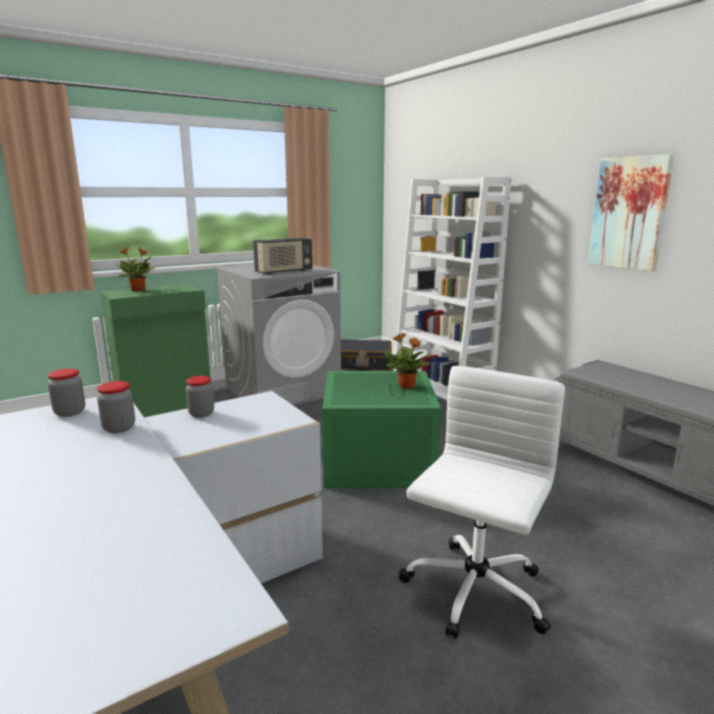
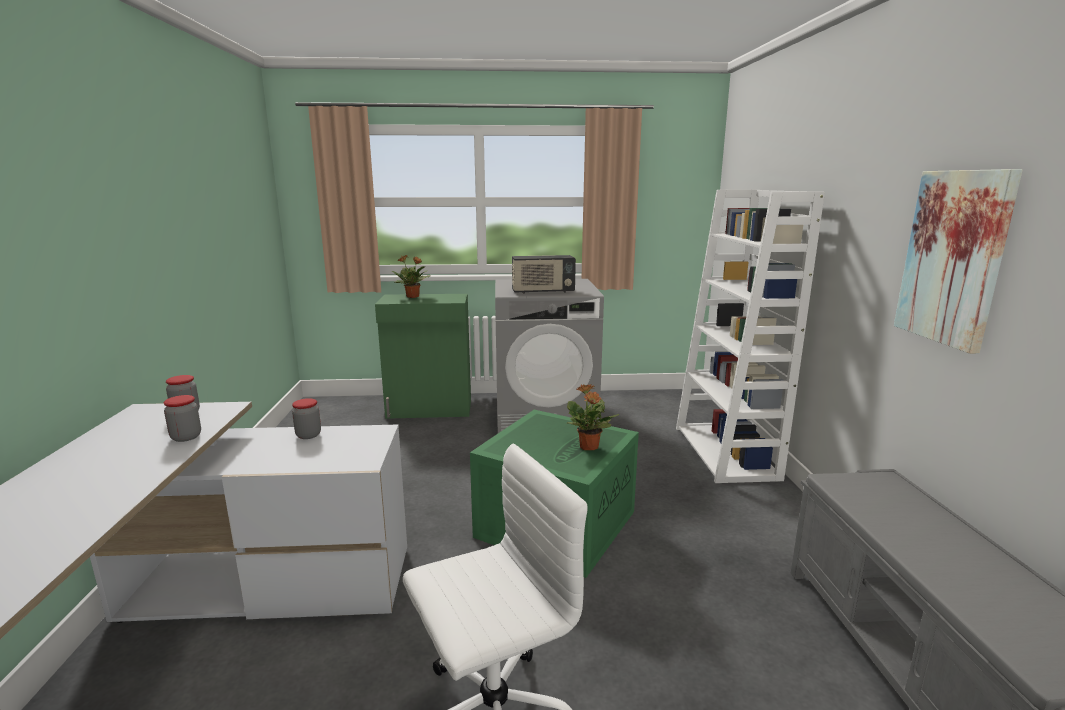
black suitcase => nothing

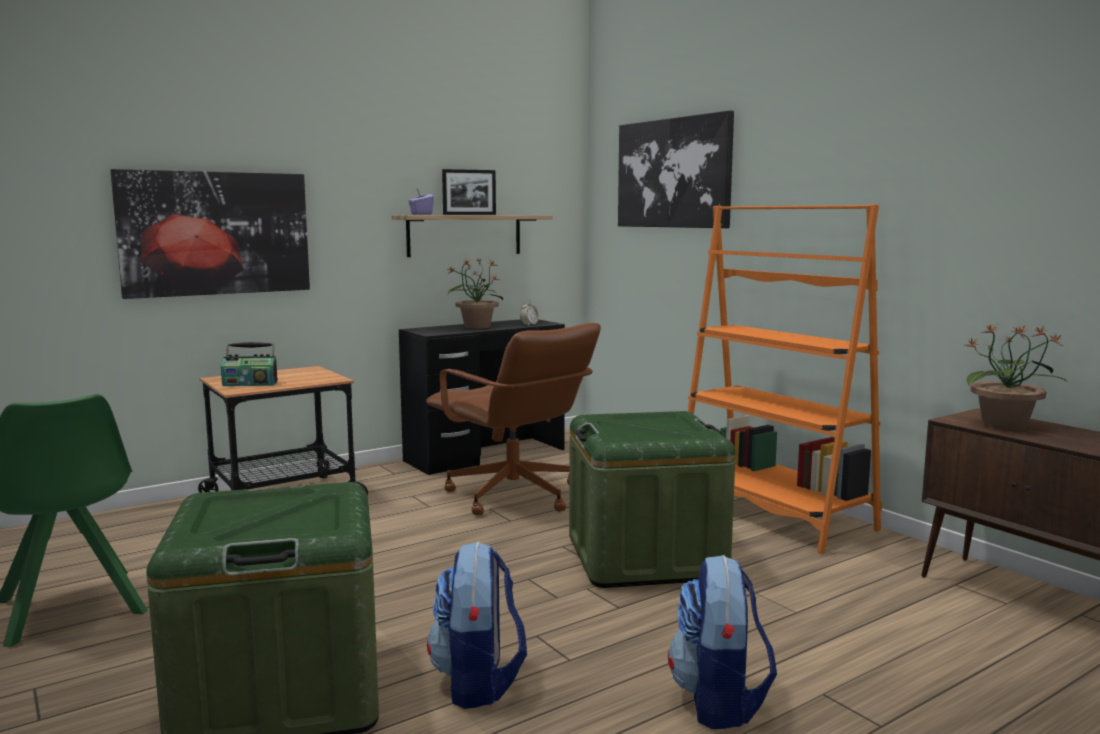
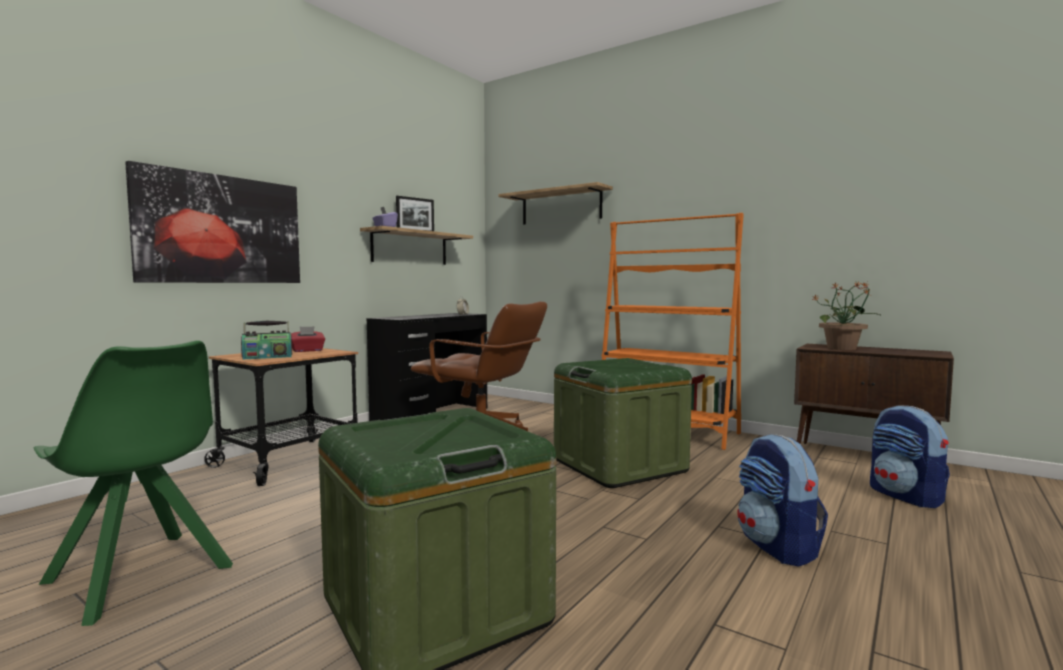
picture (no. 2 from left) => shelf (no. 2 from left)
potted plant (no. 1 from left) => nothing
rucksack (no. 1 from left in the first image) => rucksack (no. 2 from left), relocated
nothing => reddish box of tissues

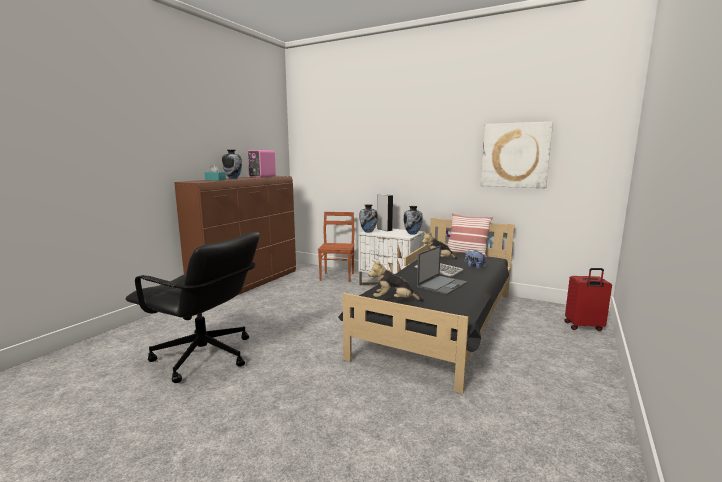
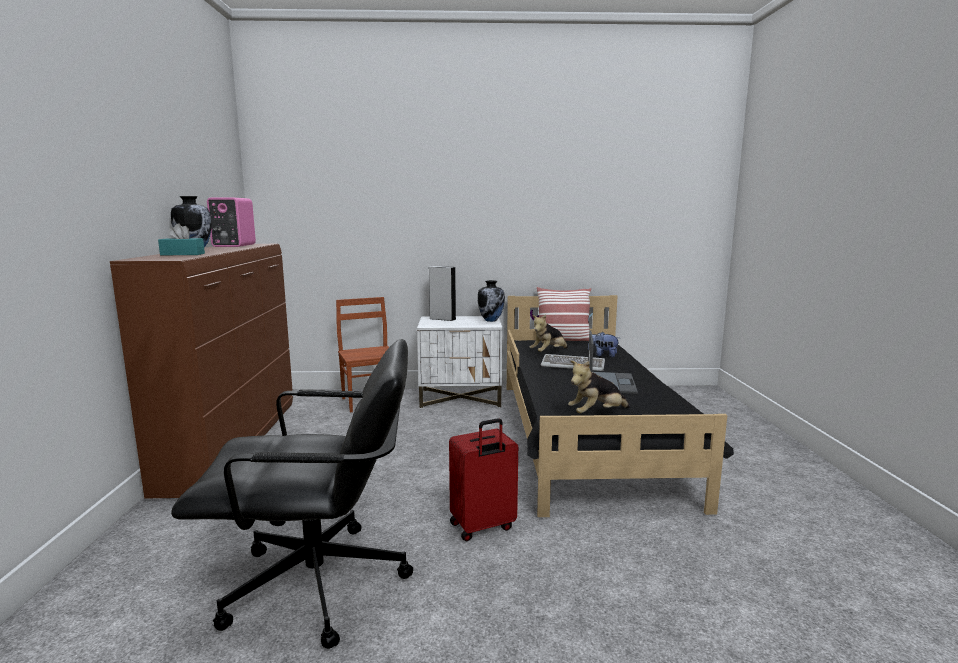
picture => nothing
decorative vase (no. 2 from left) => nothing
reddish suitcase, relocated

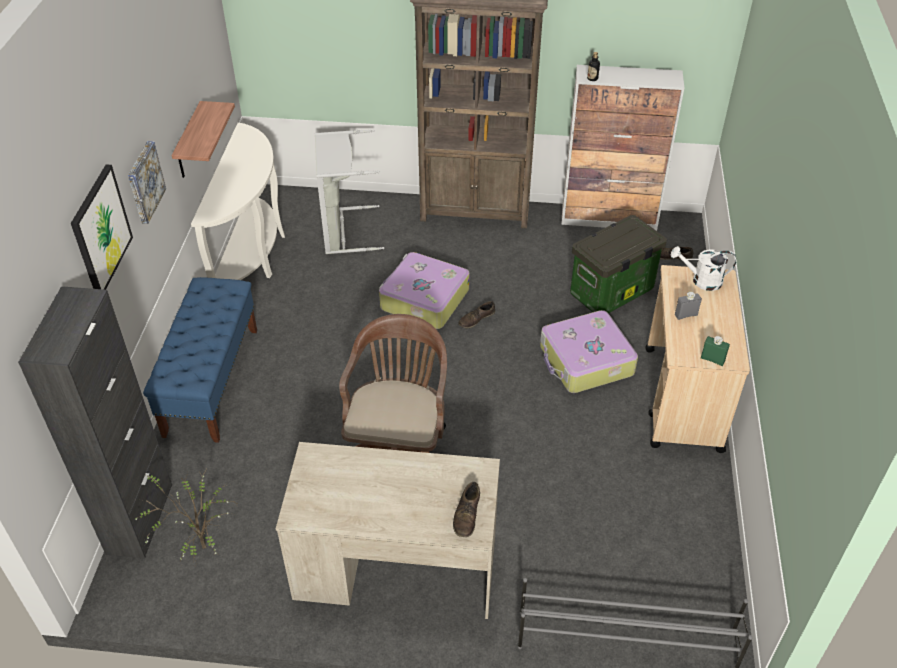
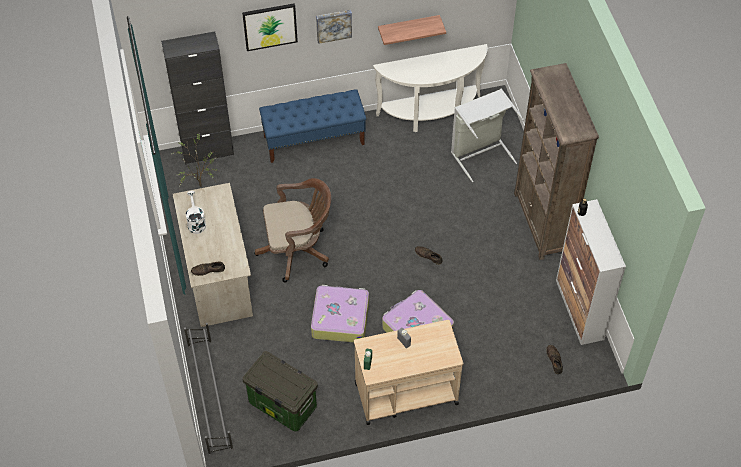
storage container, relocated
white sprinkling can, relocated
suitcase (no. 1 from left), relocated

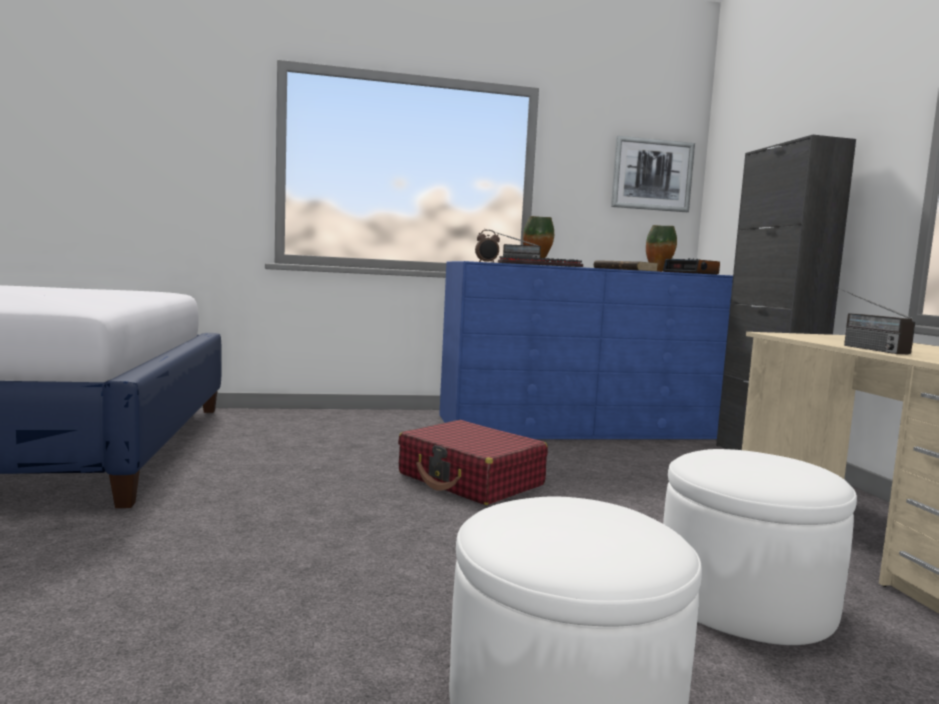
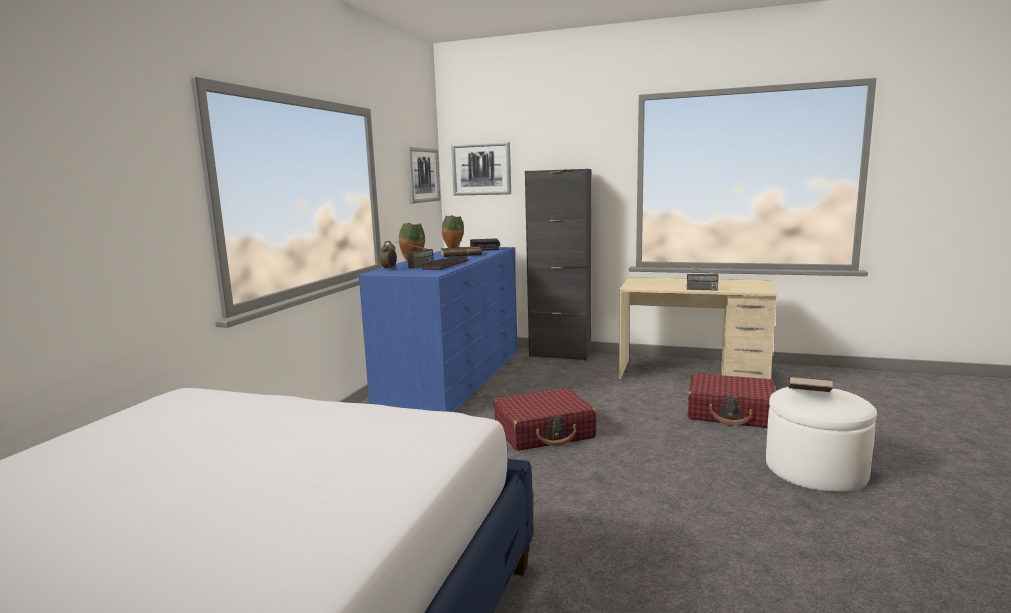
white ottoman (no. 2 from left) => reddish suitcase (no. 2 from left)
nothing => picture (no. 2 from left)
nothing => brown-coloured bound book (no. 2 from left)

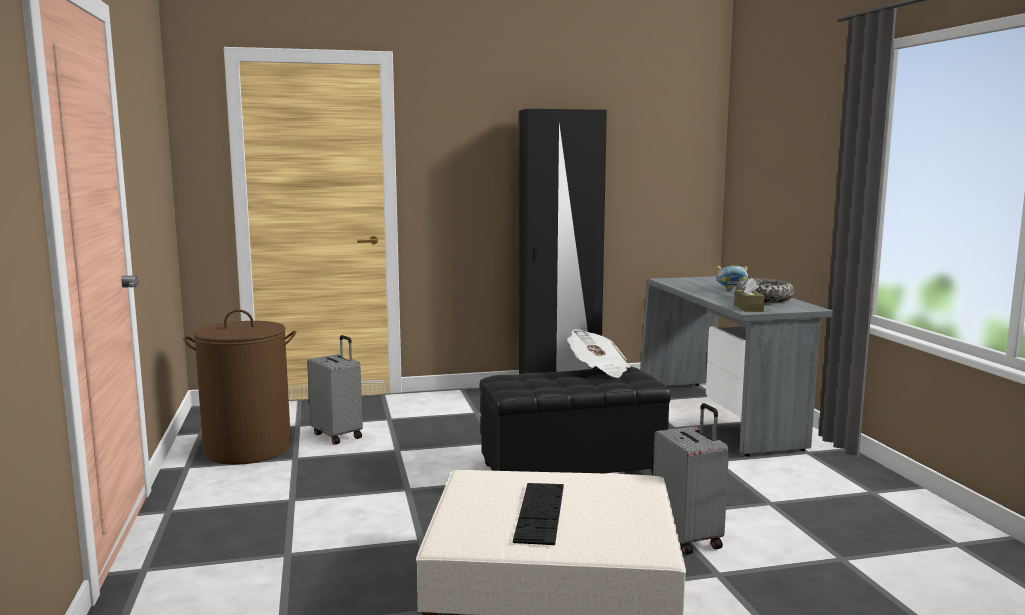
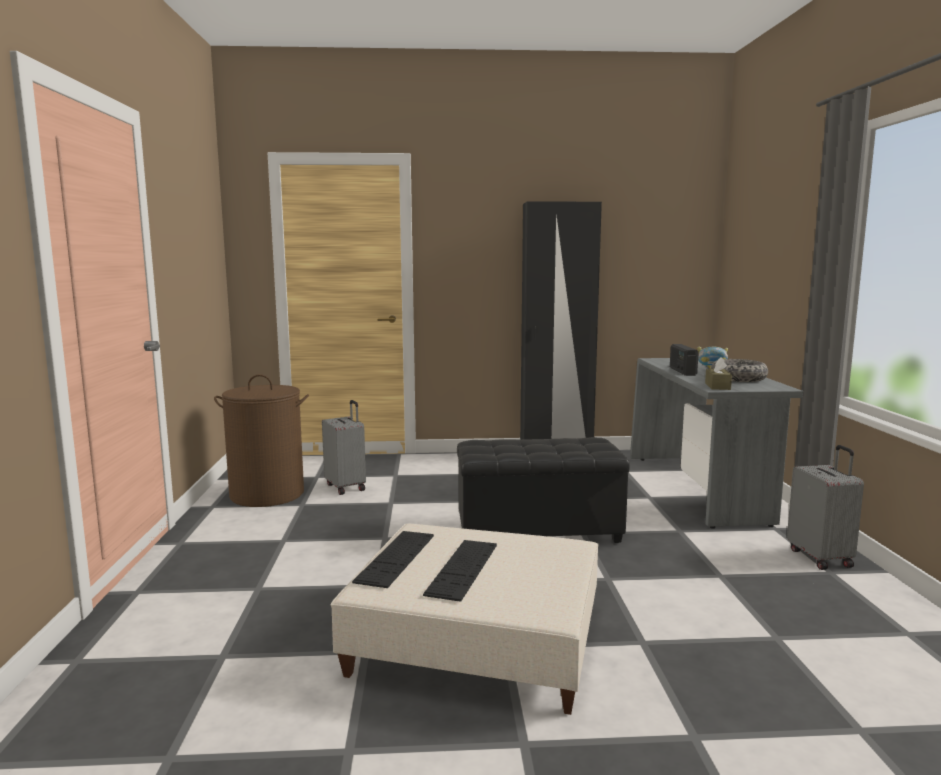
newspaper => nothing
gray suitcase (no. 2 from left), relocated
nothing => radio receiver
nothing => computer keyboard (no. 1 from left)

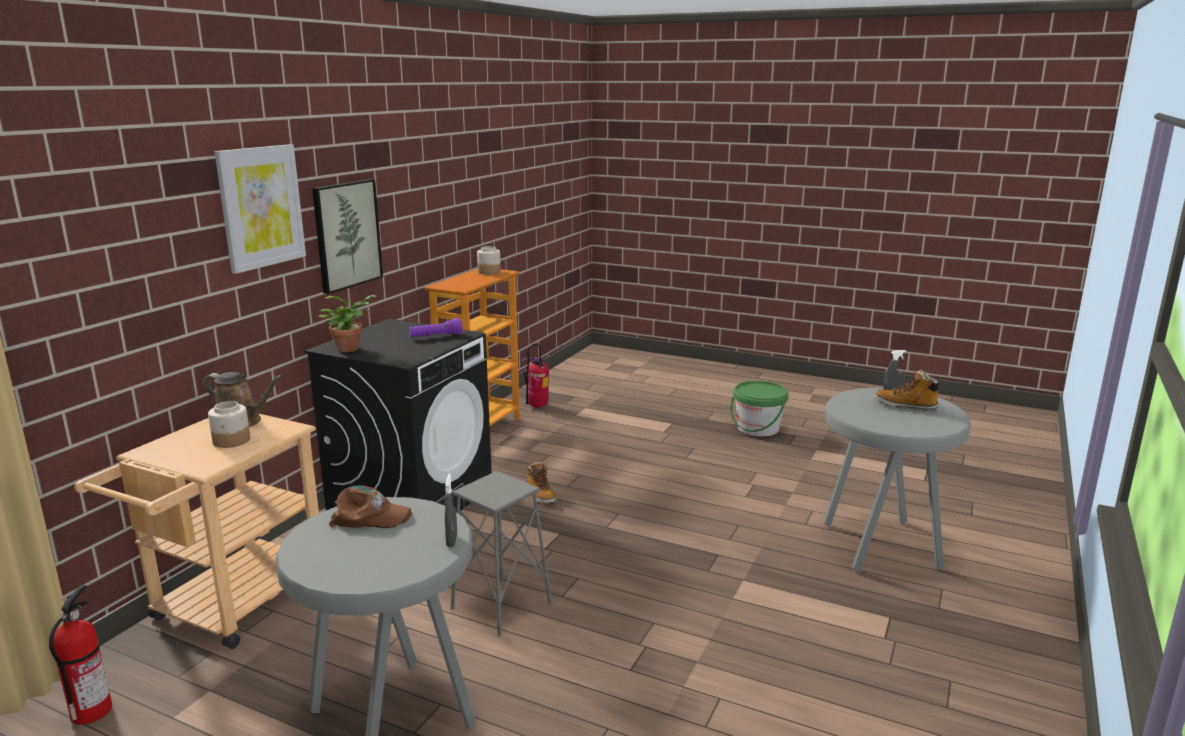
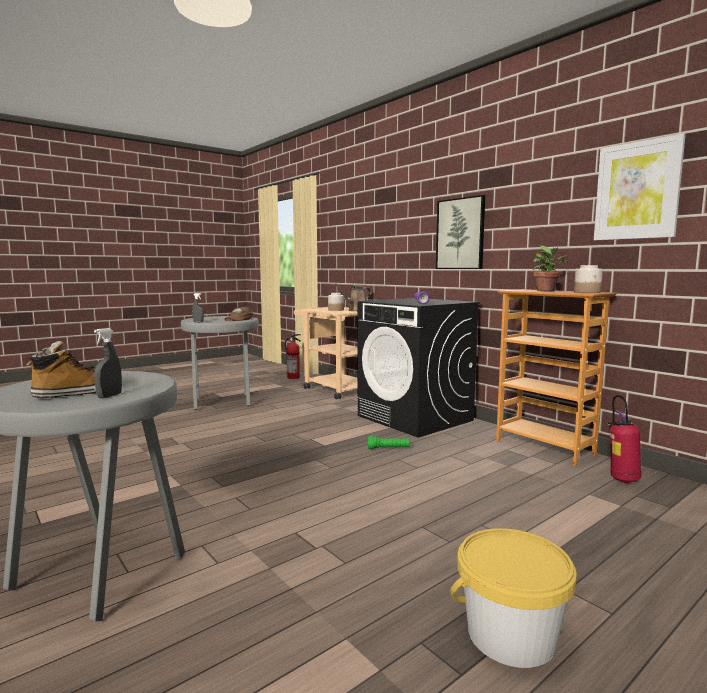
picture (no. 1 from left in the first image) => picture (no. 2 from left), relocated
potted plant, relocated
green-coloured pail => yellow pail
boot (no. 1 from left) => green-coloured hand torch
gray sitting stool (no. 2 from left) => nothing

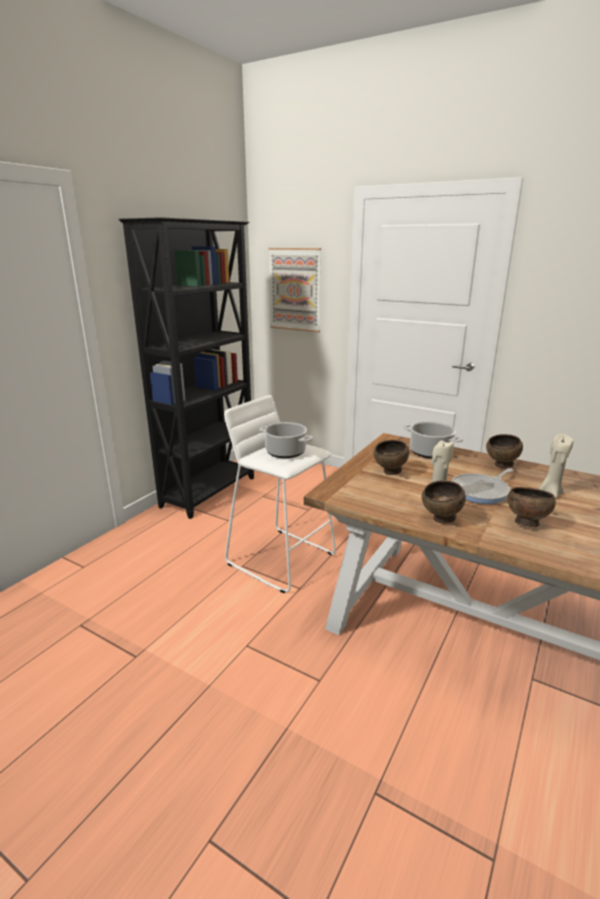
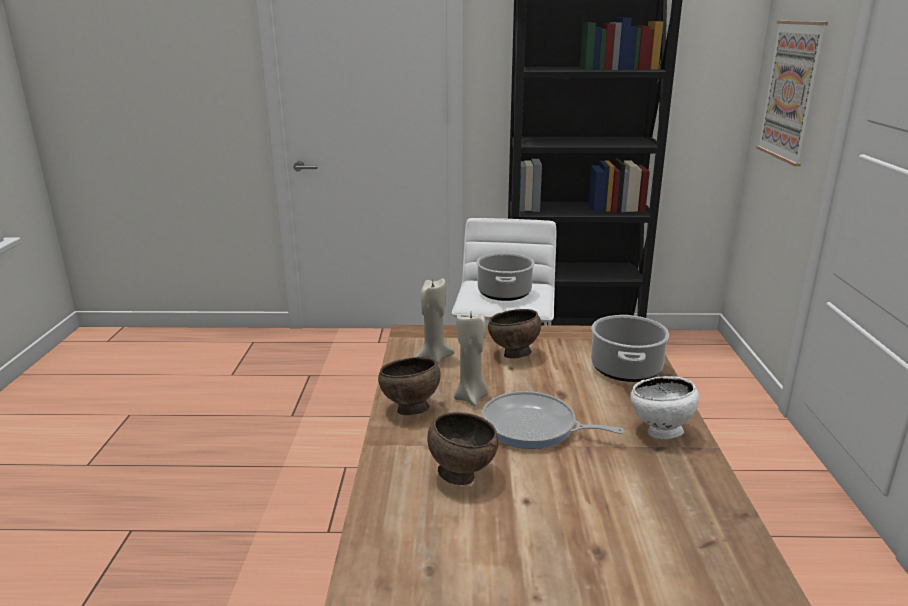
brown-coloured serving bowl (no. 3 from left) => white serving bowl
beige-coloured wax light (no. 2 from left in the first image) => beige-coloured wax light (no. 1 from left), relocated

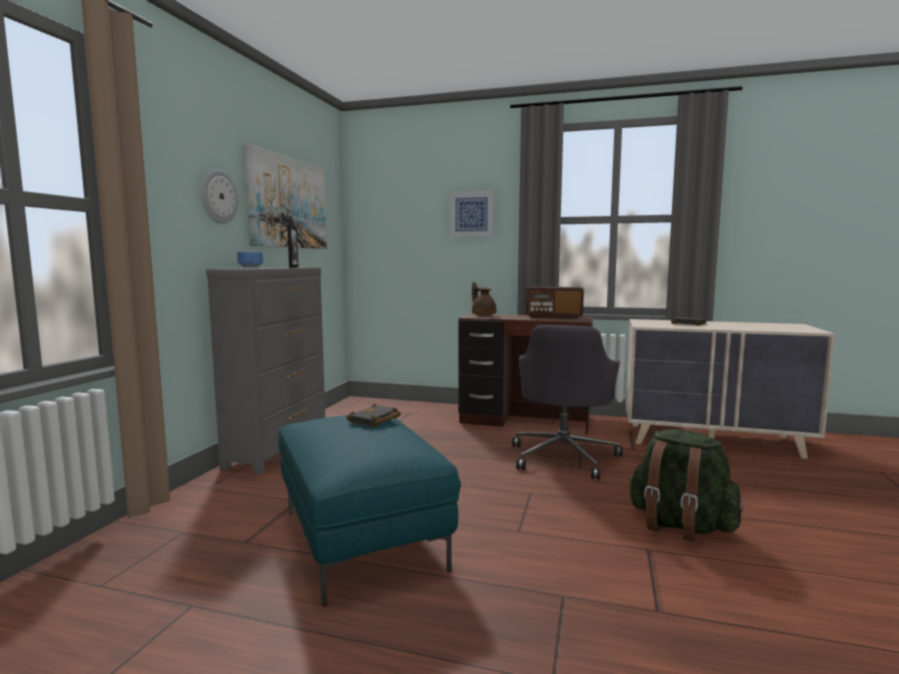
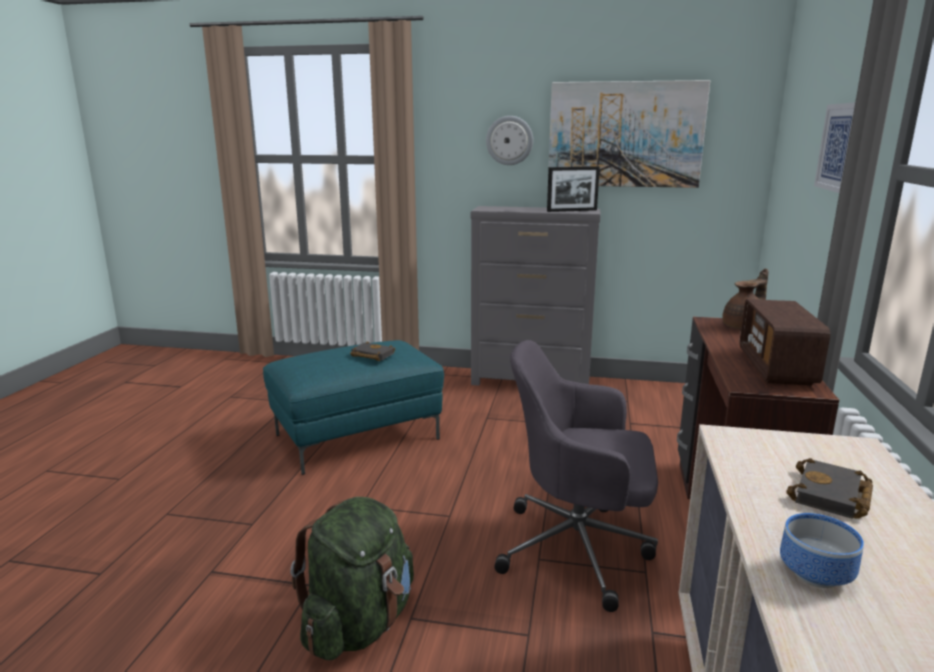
serving bowl, relocated

